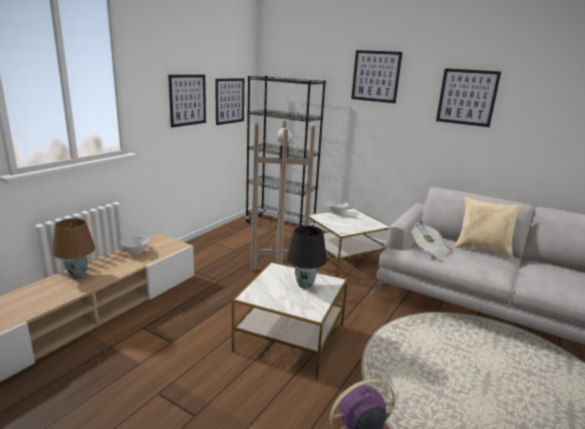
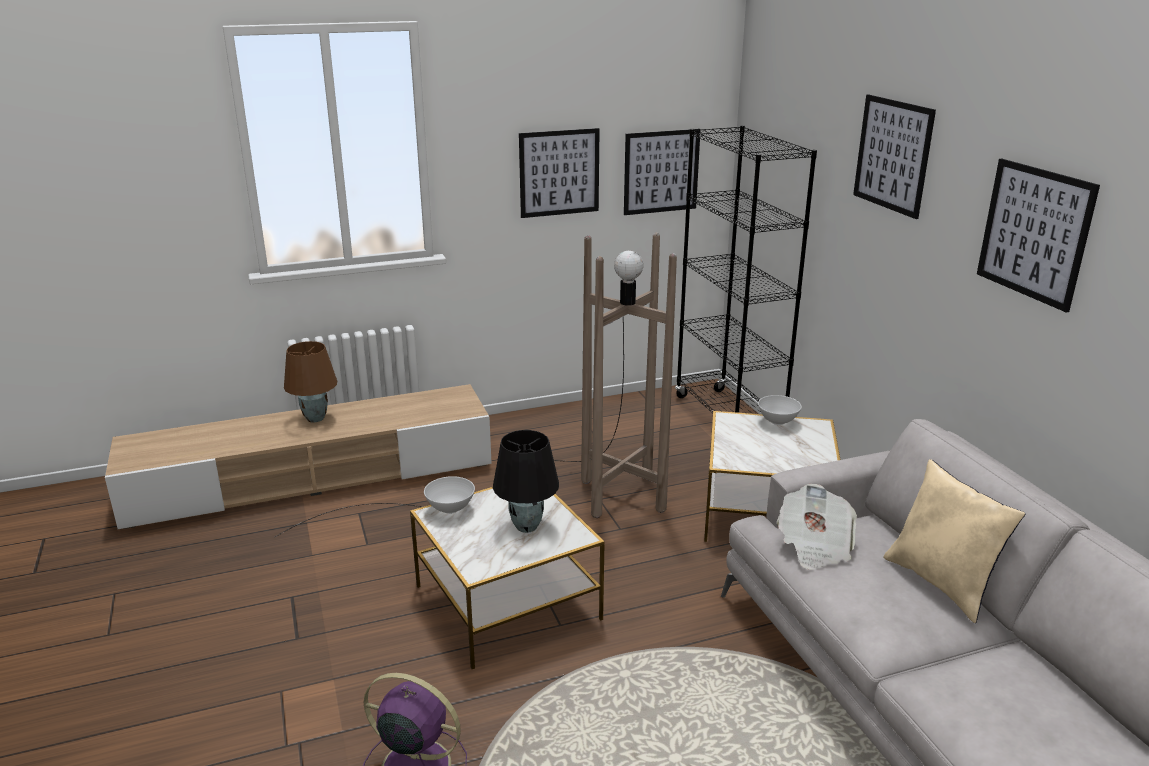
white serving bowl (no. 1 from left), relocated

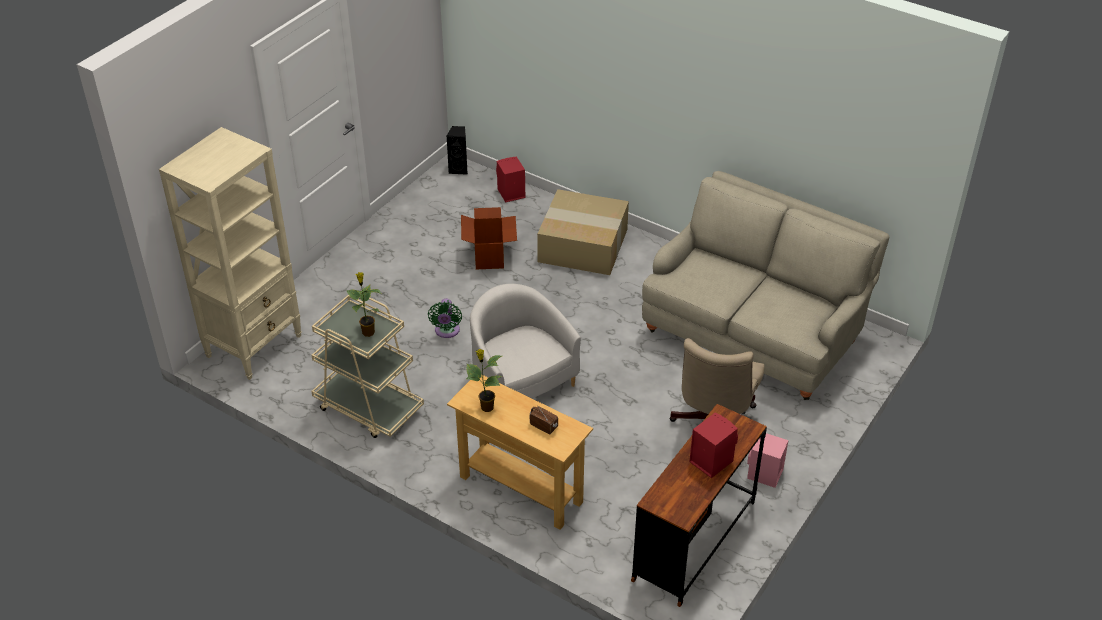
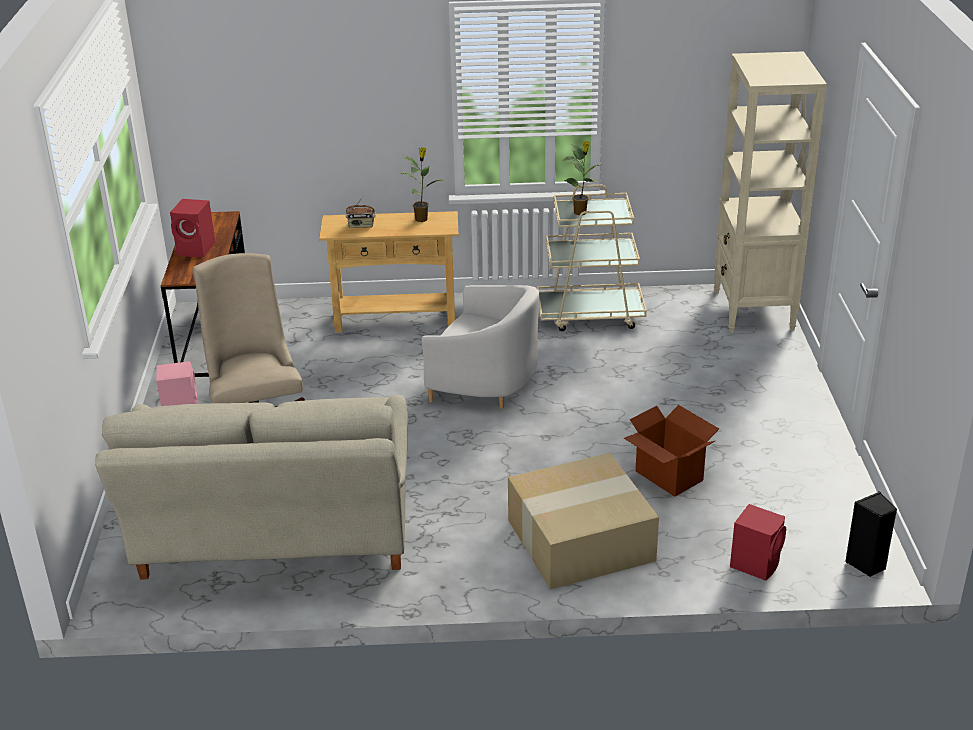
green-coloured fan => nothing

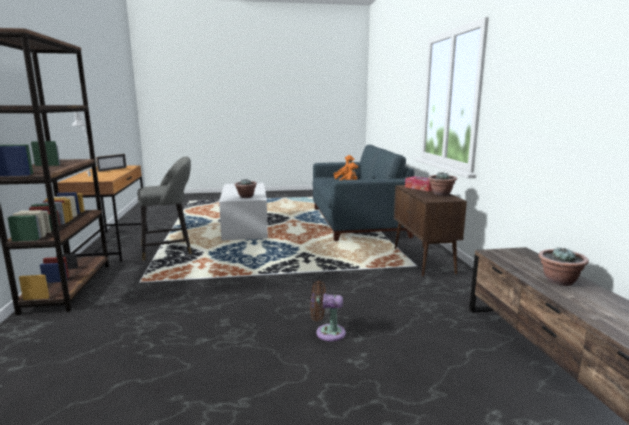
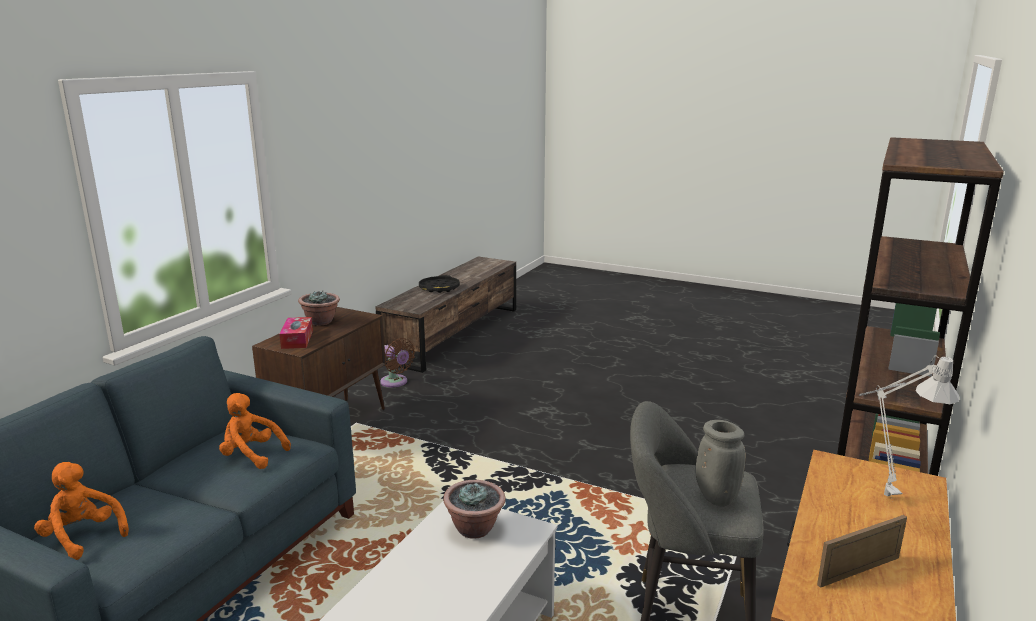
potted plant (no. 3 from left) => black carrying tray
brown-coloured fan, relocated
nothing => gray decorative vase

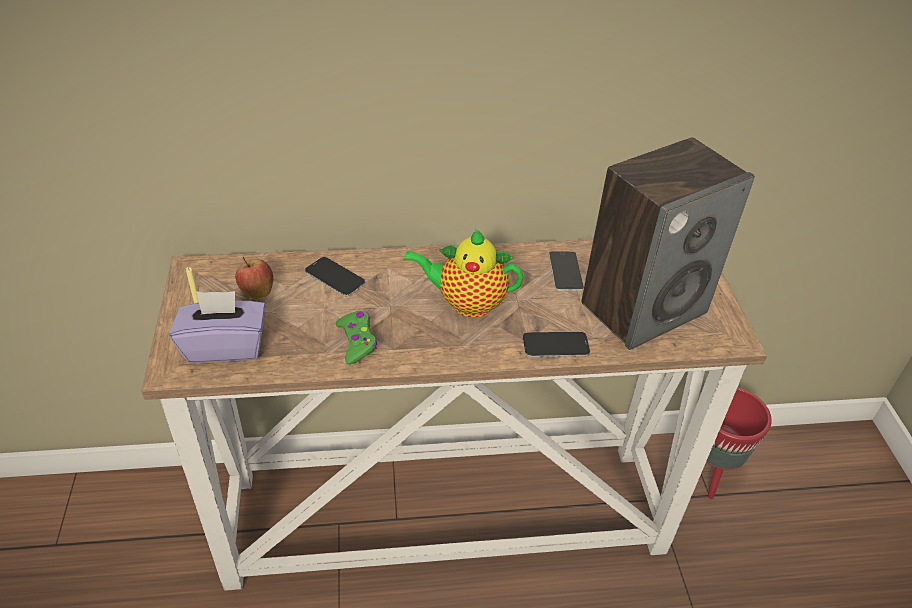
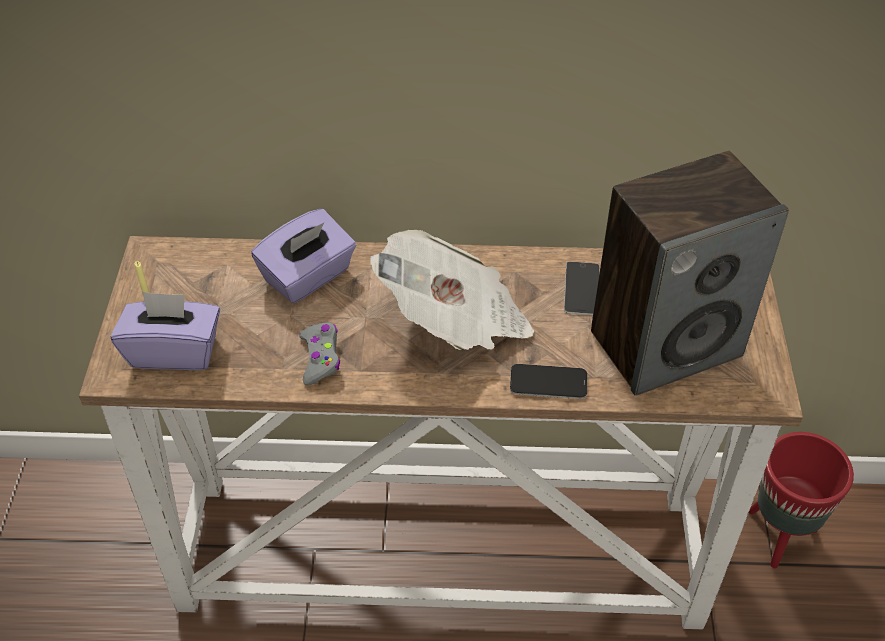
teapot => newspaper
apple fruit => nothing
telephone (no. 1 from left) => purplish box of tissues (no. 2 from left)
green-coloured joypad => gray joypad

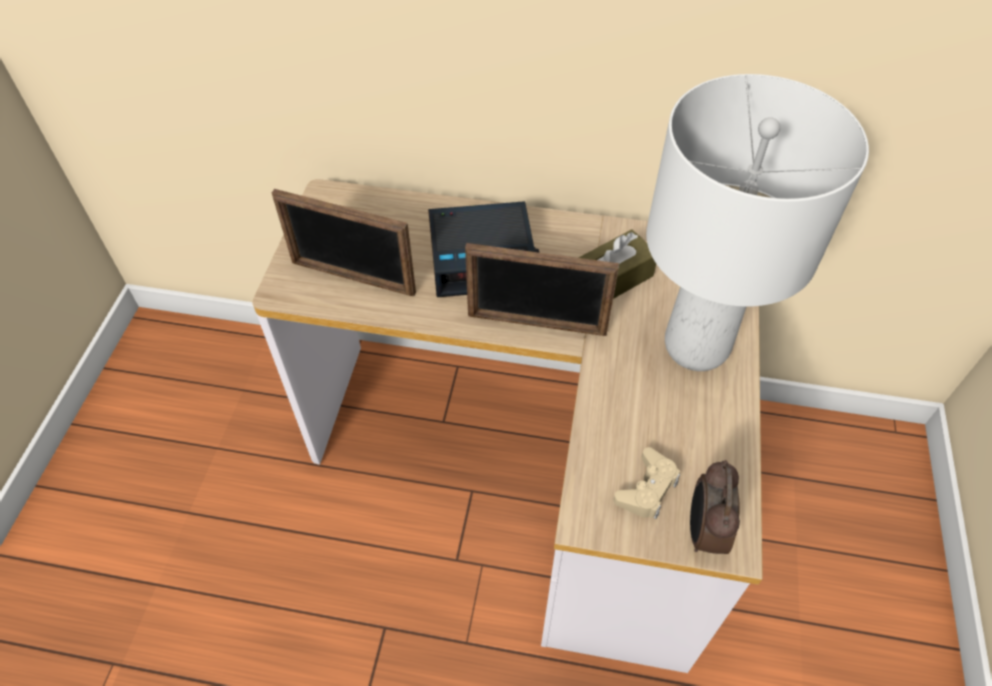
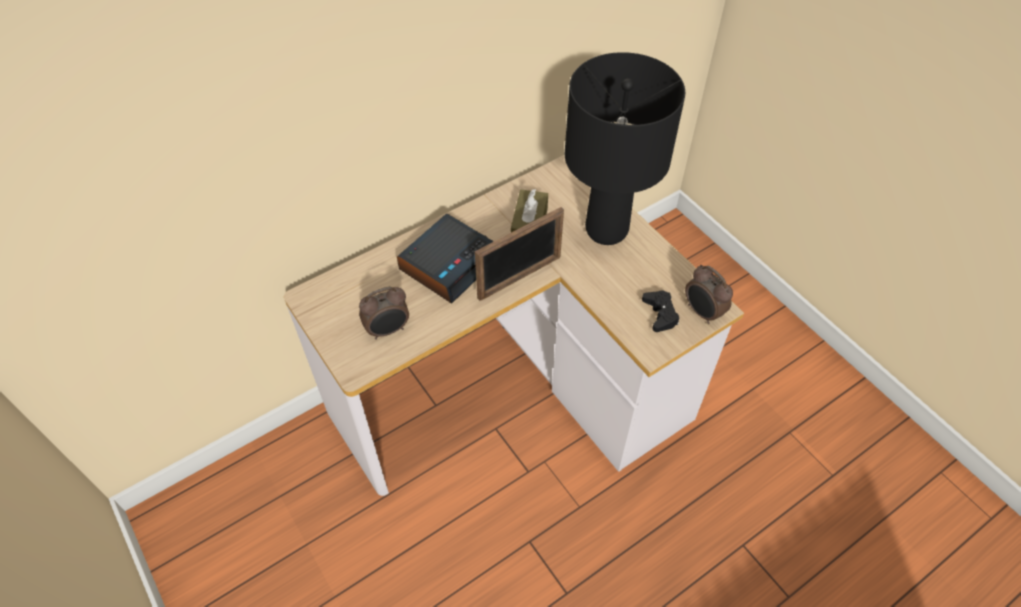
white tabletop lamp => black tabletop lamp
standing frame (no. 1 from left) => table clock (no. 1 from left)
beige-coloured joypad => black joypad

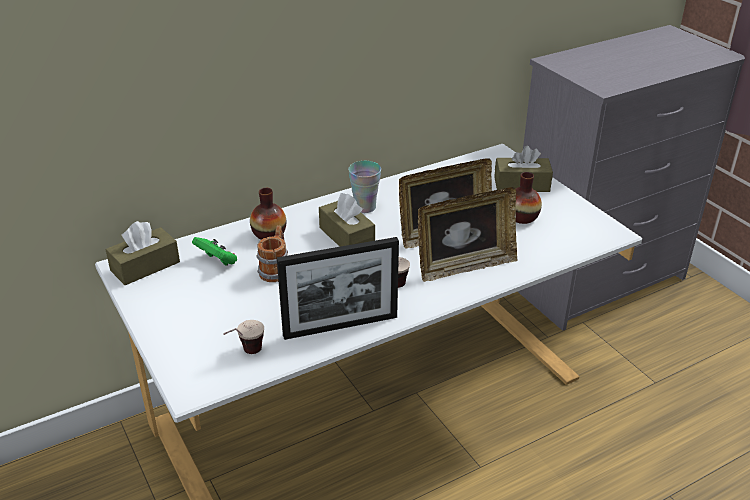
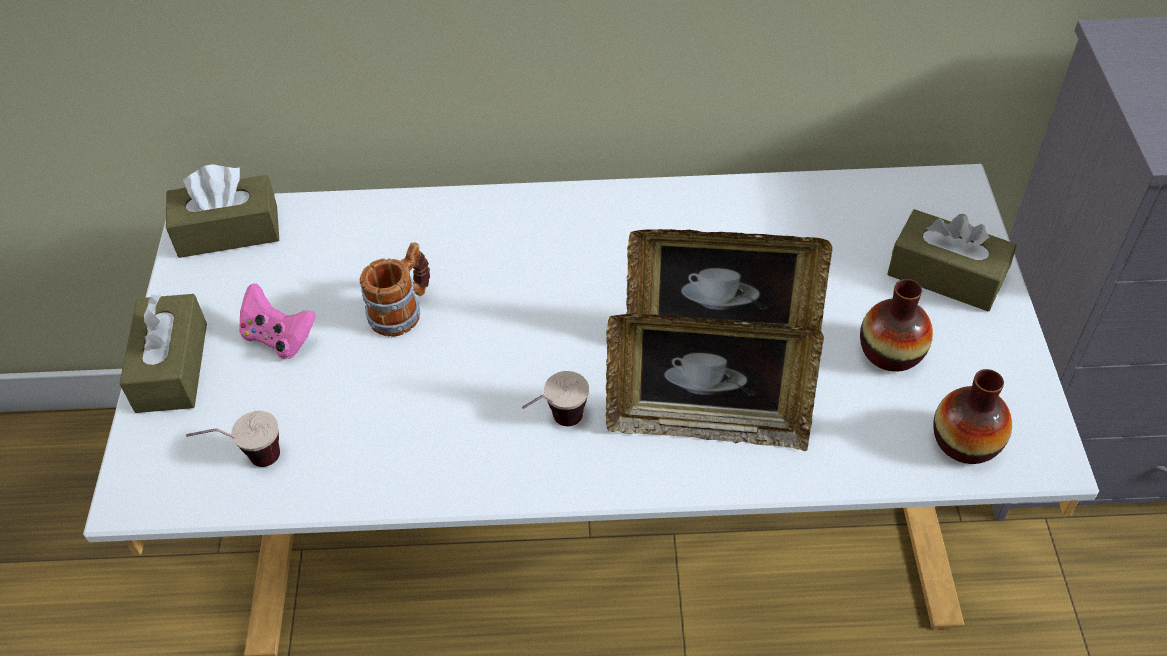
drinking cup (no. 2 from left) => nothing
decorative vase (no. 1 from left in the first image) => decorative vase (no. 2 from left), relocated
brown-coloured box of tissues (no. 2 from left in the first image) => brown-coloured box of tissues (no. 1 from left), relocated
green-coloured joypad => nothing
standing frame (no. 1 from left) => nothing
nothing => pink joypad

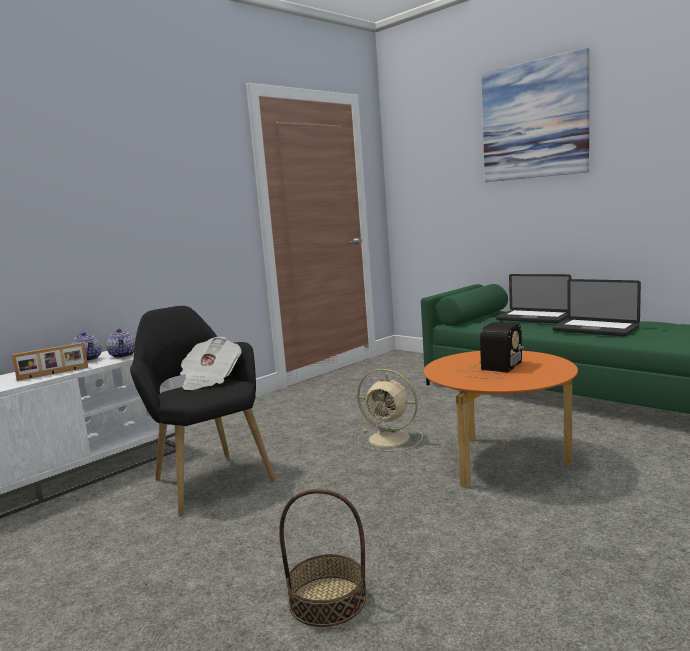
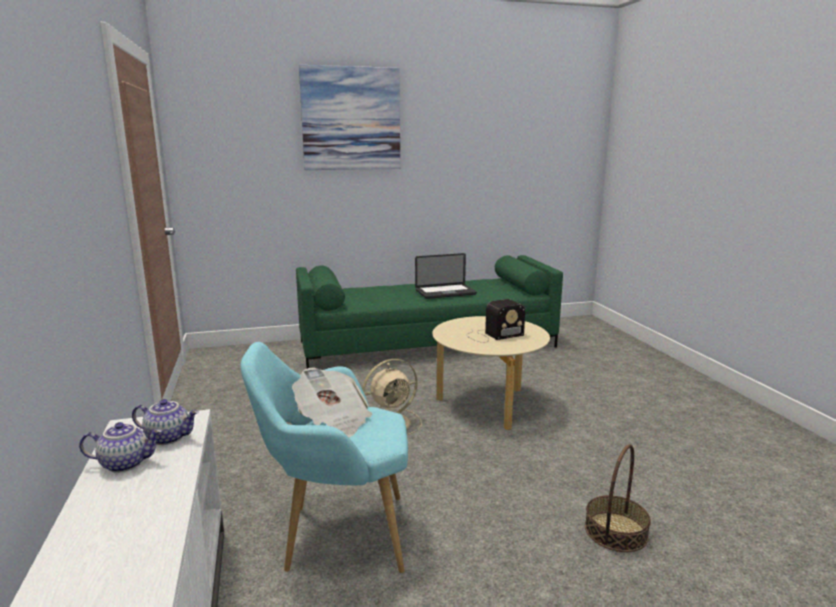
portable computer (no. 1 from left) => nothing
black lounge chair => turquoise lounge chair
radio receiver, 90 degrees clockwise
standing frame => nothing
orange coffee table => beige-coloured coffee table

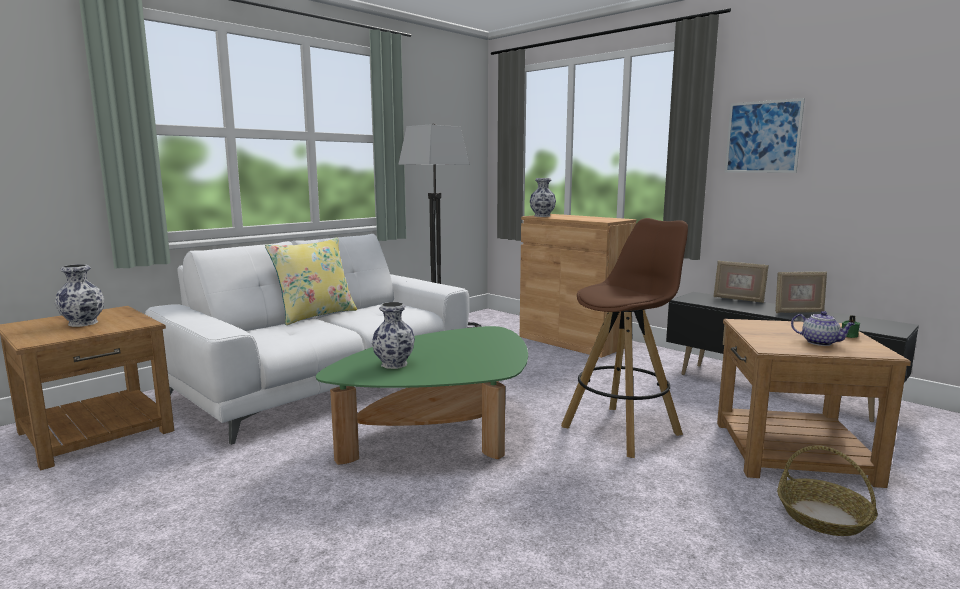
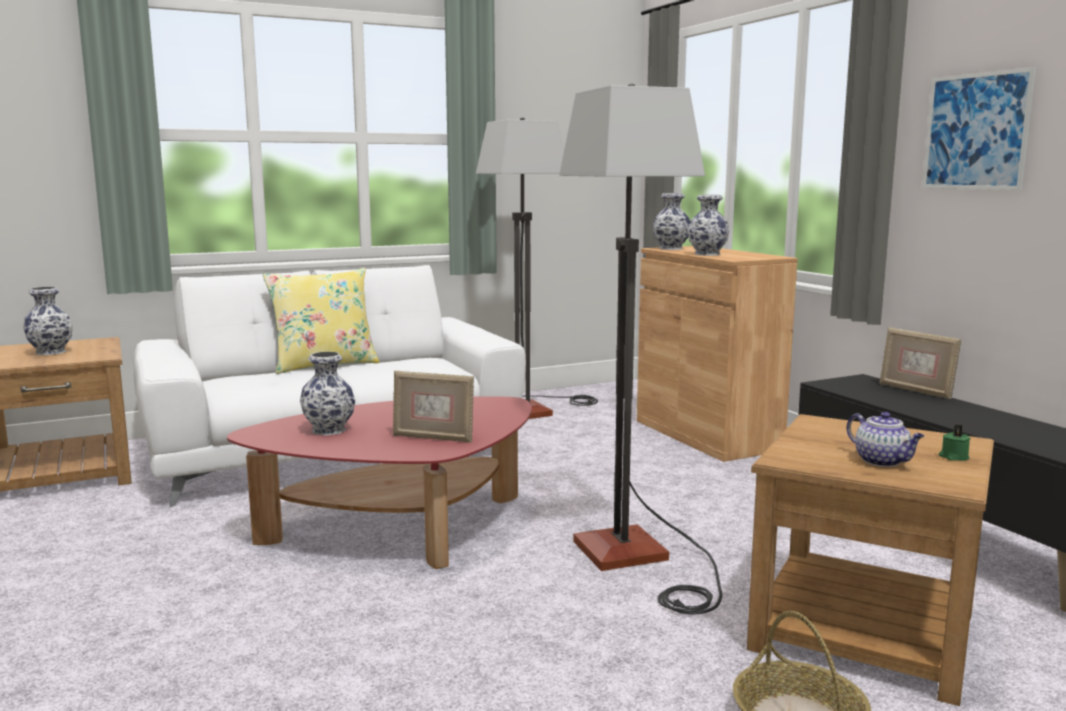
brown-coloured sitting stool => standard lamp (no. 2 from left)
standing frame (no. 2 from left in the first image) => standing frame (no. 1 from left), relocated
green-coloured coffee table => reddish coffee table
nothing => decorative vase (no. 4 from left)

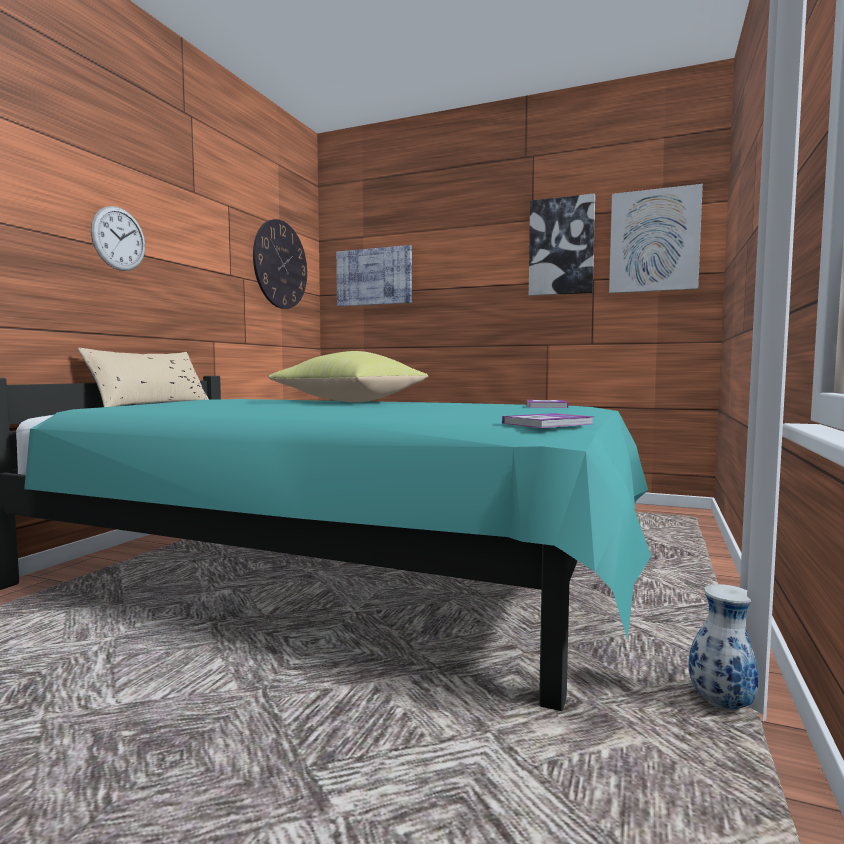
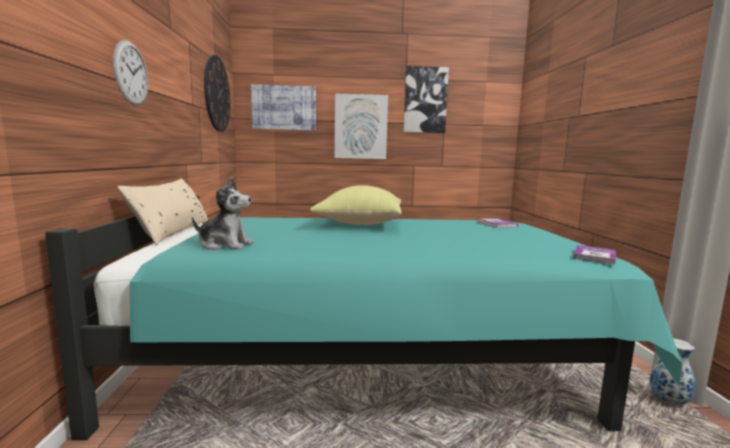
picture (no. 3 from left in the first image) => picture (no. 2 from left), relocated
nothing => plush toy

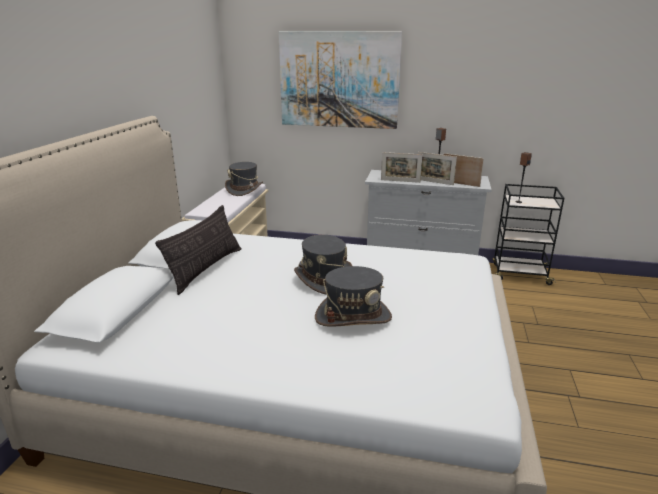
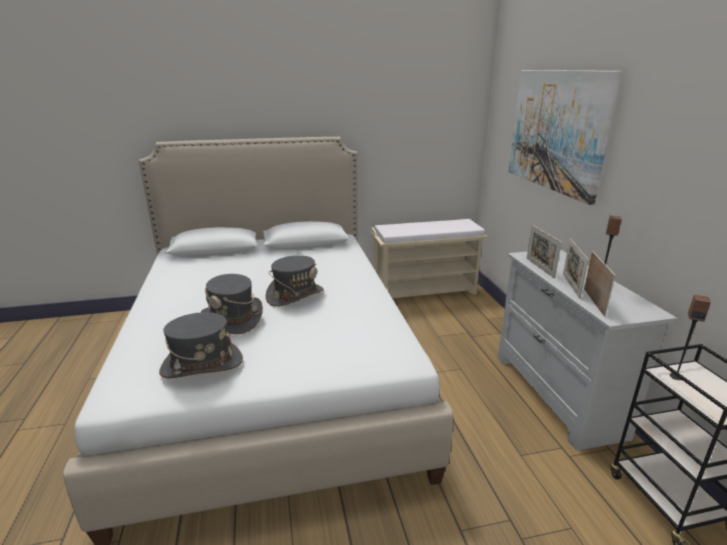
gray hat (no. 1 from left), relocated
cushion => nothing

